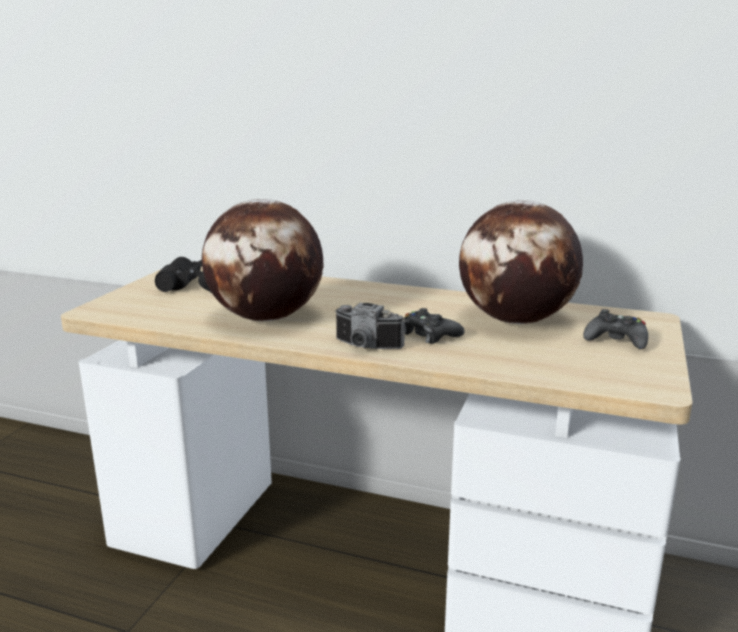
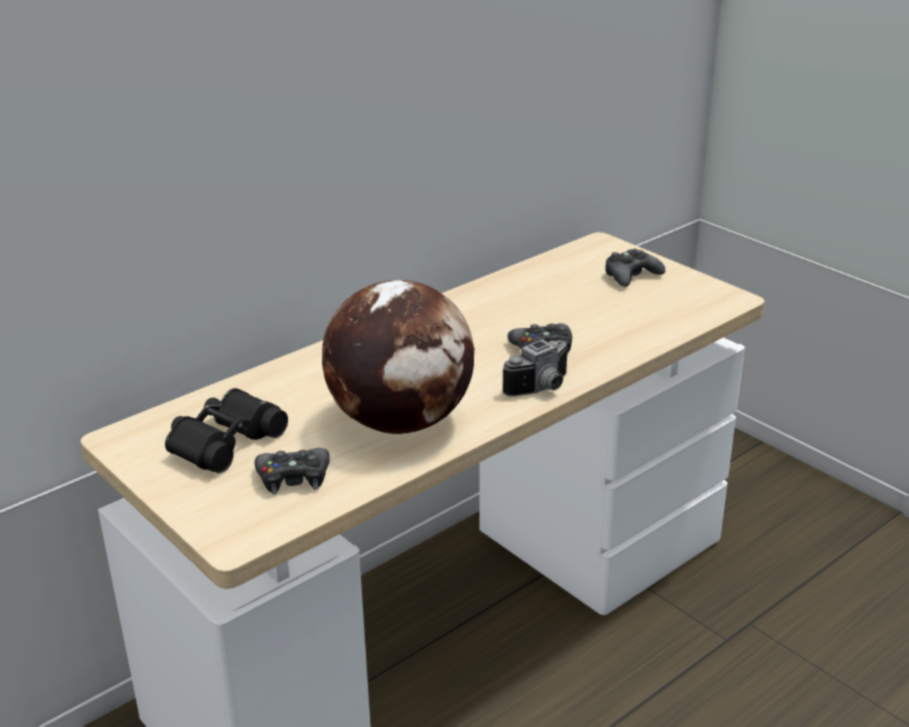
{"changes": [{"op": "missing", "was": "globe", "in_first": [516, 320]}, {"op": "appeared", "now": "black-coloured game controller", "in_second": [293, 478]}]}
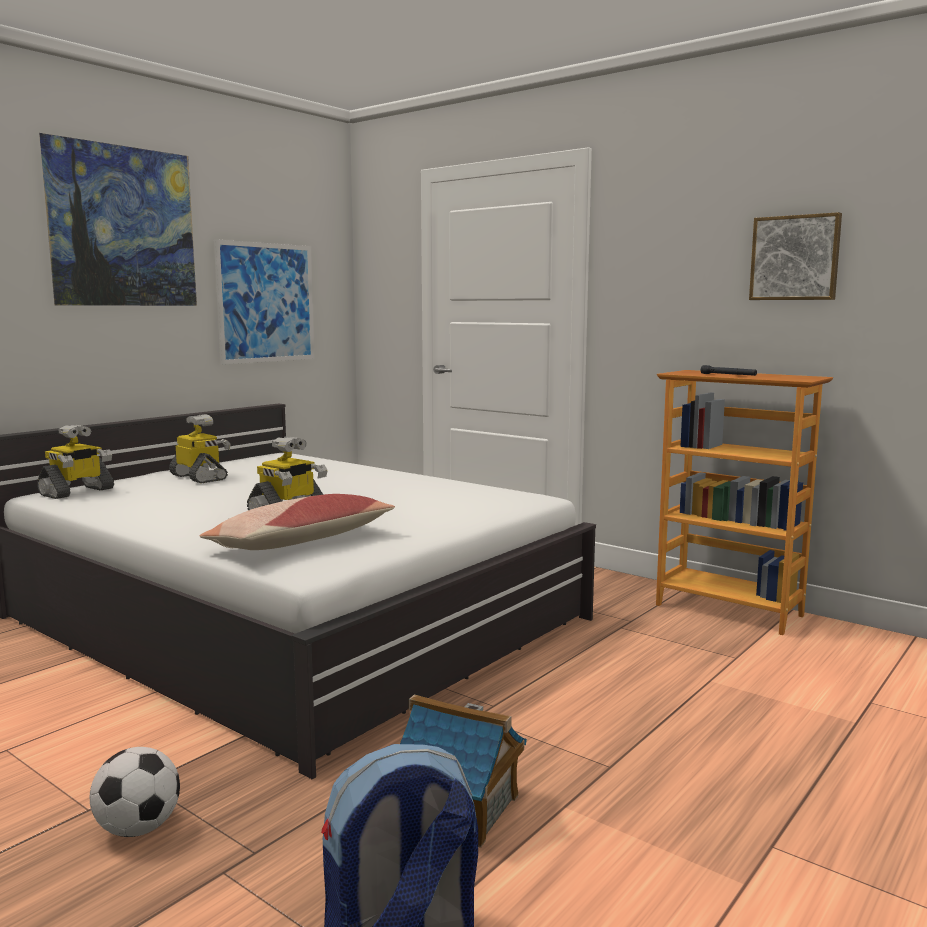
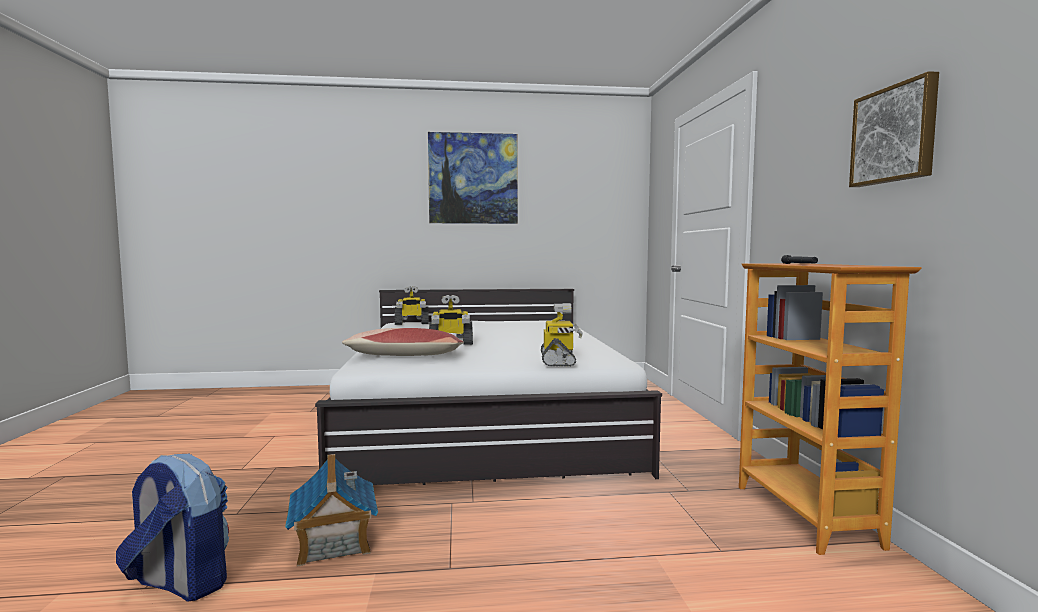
{"changes": [{"op": "missing", "was": "football ball", "in_first": [138, 828]}, {"op": "relocated", "was": "robot figure", "in_first": [200, 477], "in_second": [559, 361]}, {"op": "missing", "was": "wall picture", "in_first": [266, 303]}]}
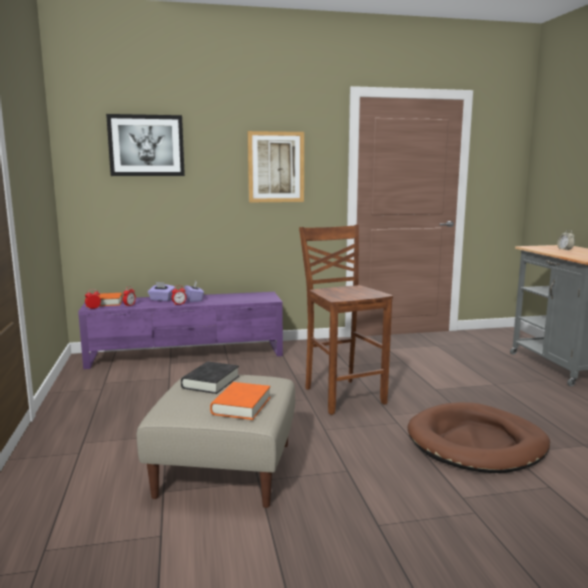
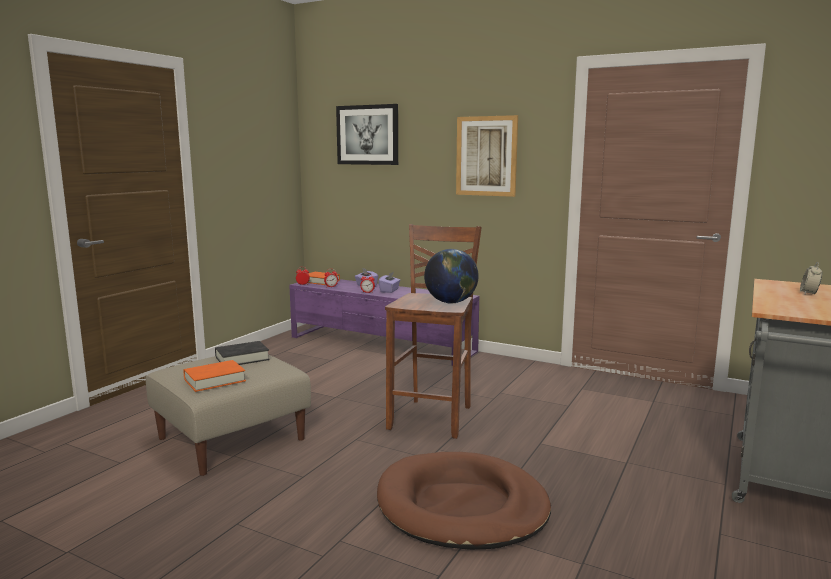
{"changes": [{"op": "appeared", "now": "globe", "in_second": [451, 302]}]}
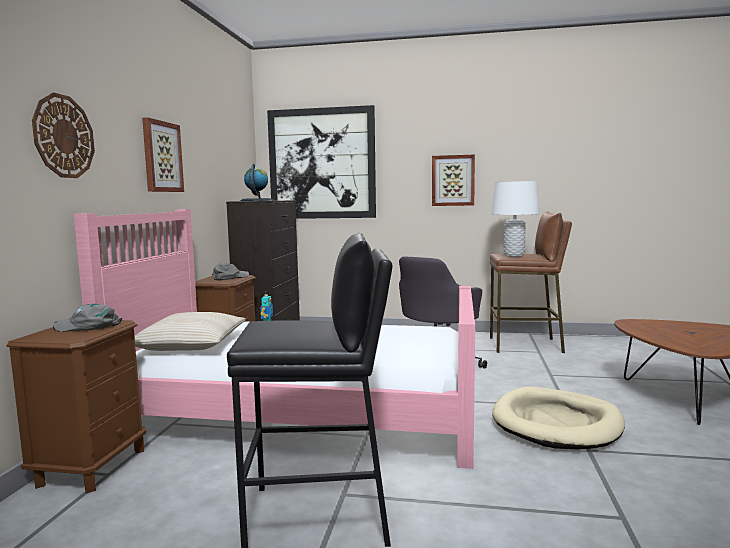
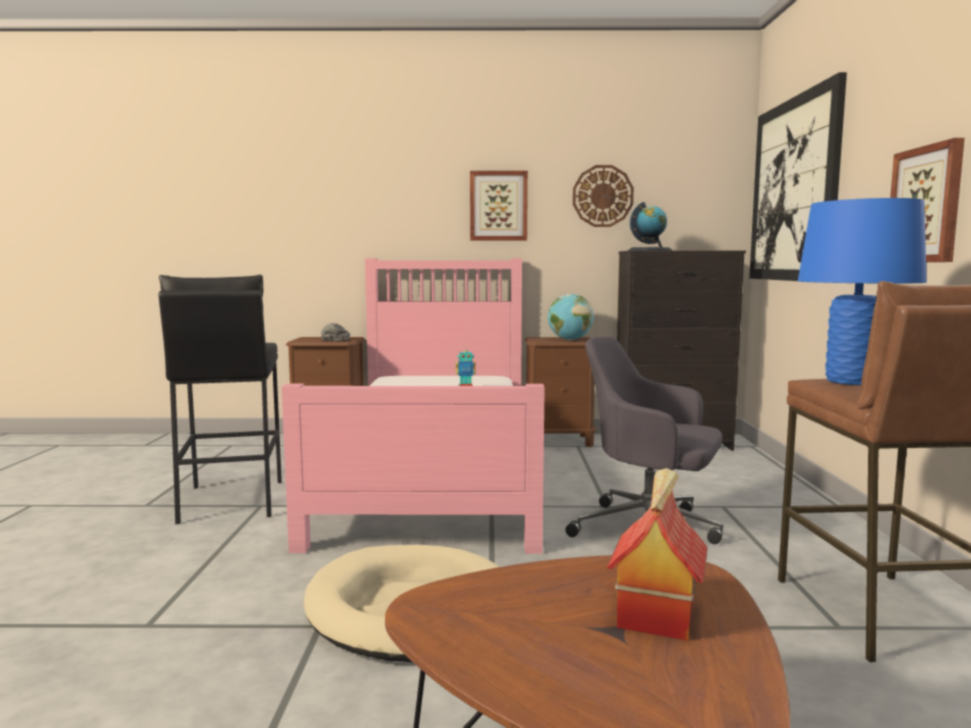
{"changes": [{"op": "relocated", "was": "wall clock", "in_first": [63, 136], "in_second": [602, 196]}, {"op": "missing", "was": "sand-coloured throw pillow", "in_first": [190, 344]}, {"op": "exchanged", "was": "grey baseball cap", "now": "globe", "in_first": [230, 277], "in_second": [569, 340]}, {"op": "colour", "was": "white lamp for a table", "now": "blue lamp for a table", "in_first": [514, 255], "in_second": [852, 381]}, {"op": "appeared", "now": "toy house", "in_second": [655, 613]}]}
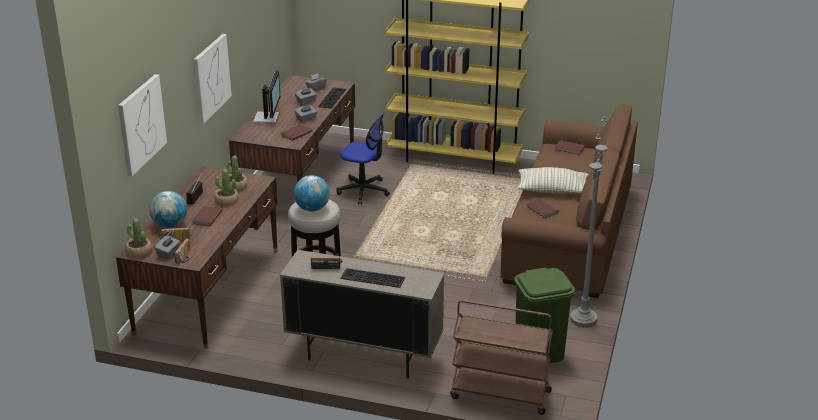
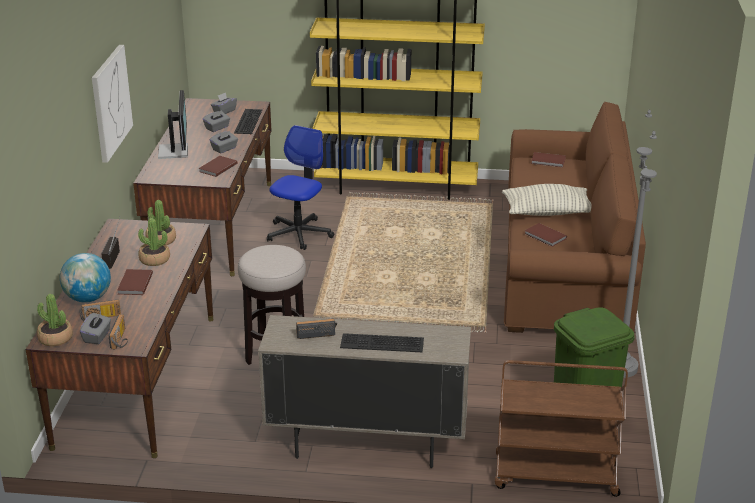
{"changes": [{"op": "missing", "was": "wall picture", "in_first": [141, 124]}, {"op": "missing", "was": "globe", "in_first": [312, 208]}, {"op": "spun", "was": "office chair", "in_first": [363, 191], "in_second": [299, 234], "clockwise": -75}]}
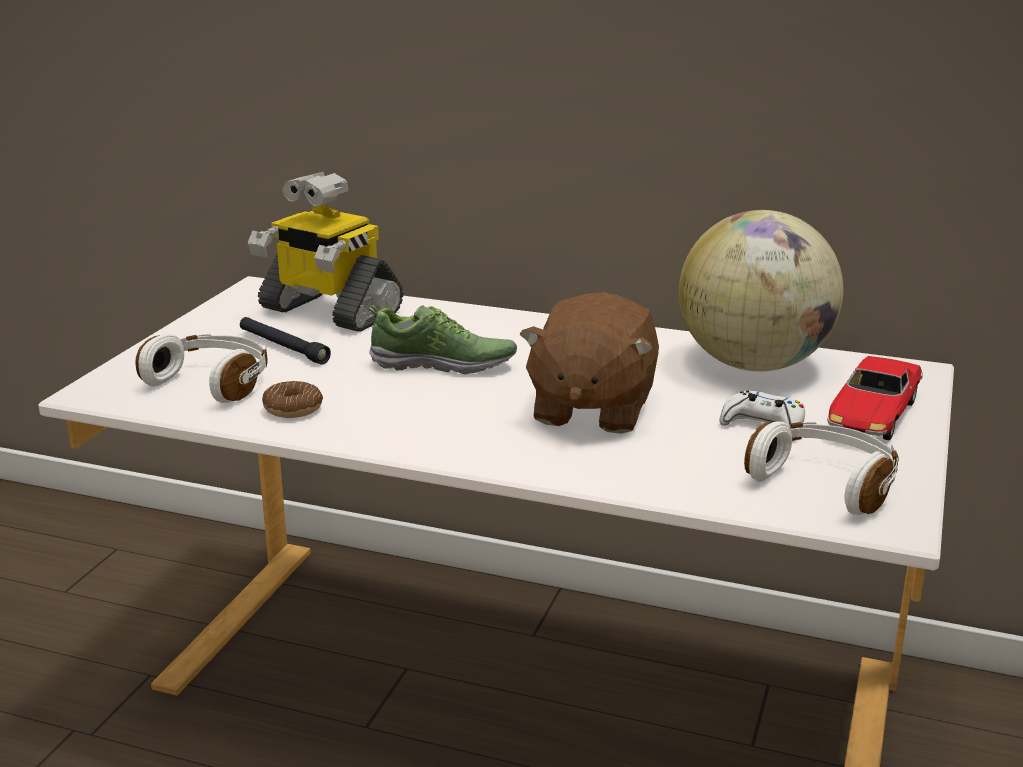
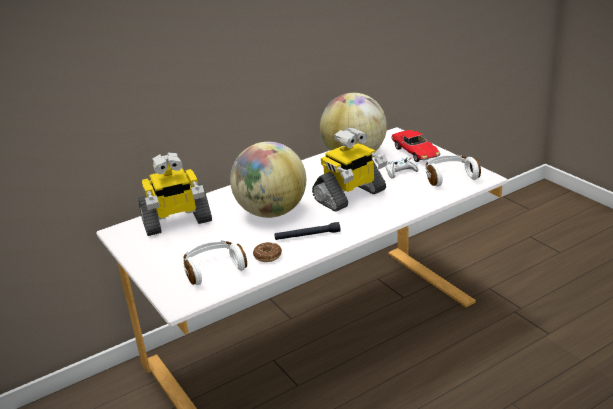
{"changes": [{"op": "relocated", "was": "black-coloured flashlight", "in_first": [283, 347], "in_second": [307, 235]}, {"op": "exchanged", "was": "low shoe", "now": "globe", "in_first": [443, 365], "in_second": [271, 212]}, {"op": "exchanged", "was": "brown-coloured soft toy", "now": "robot figure", "in_first": [591, 409], "in_second": [350, 196]}]}
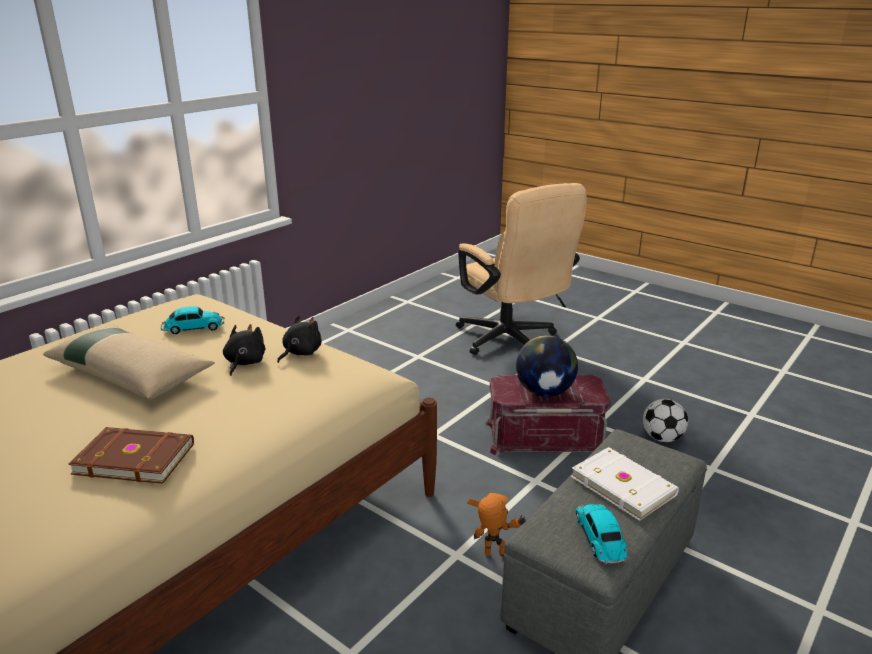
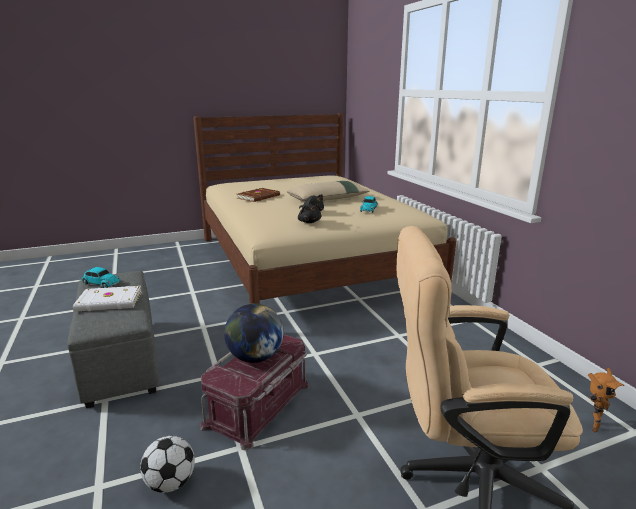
{"changes": [{"op": "relocated", "was": "robot figure", "in_first": [496, 558], "in_second": [592, 425]}]}
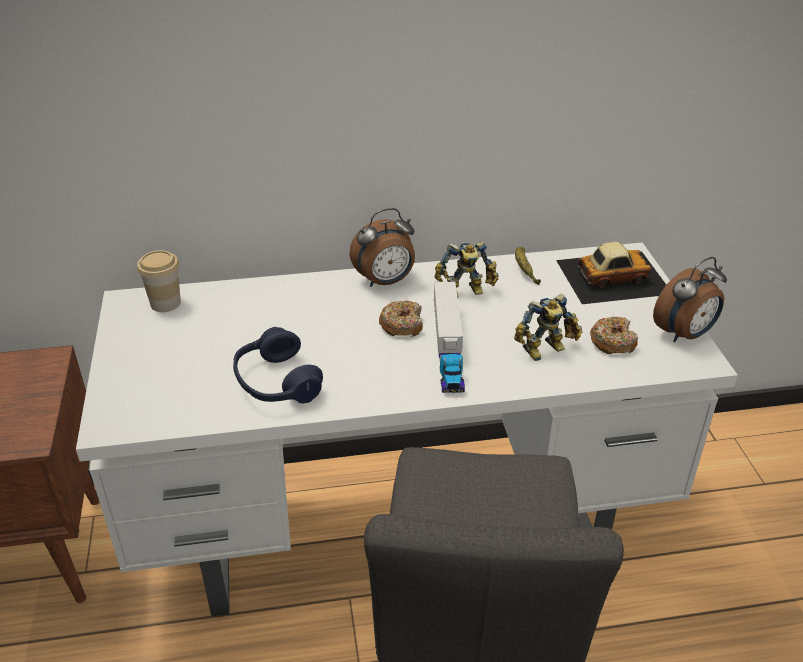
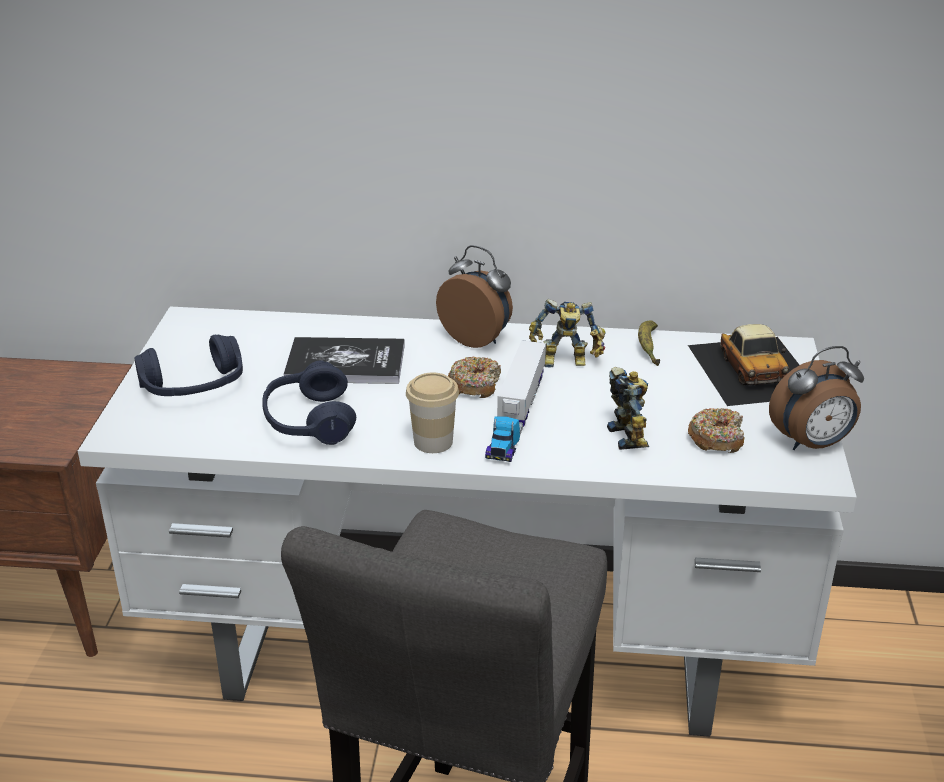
{"changes": [{"op": "relocated", "was": "small cup", "in_first": [165, 303], "in_second": [433, 442]}, {"op": "spun", "was": "bedside clock", "in_first": [385, 282], "in_second": [477, 338], "clockwise": -135}, {"op": "spun", "was": "robot figure", "in_first": [546, 350], "in_second": [630, 435], "clockwise": -90}, {"op": "spun", "was": "toy car", "in_first": [612, 276], "in_second": [754, 369], "clockwise": 75}, {"op": "appeared", "now": "blue headphones", "in_second": [194, 387]}, {"op": "appeared", "now": "bound book", "in_second": [345, 363]}]}
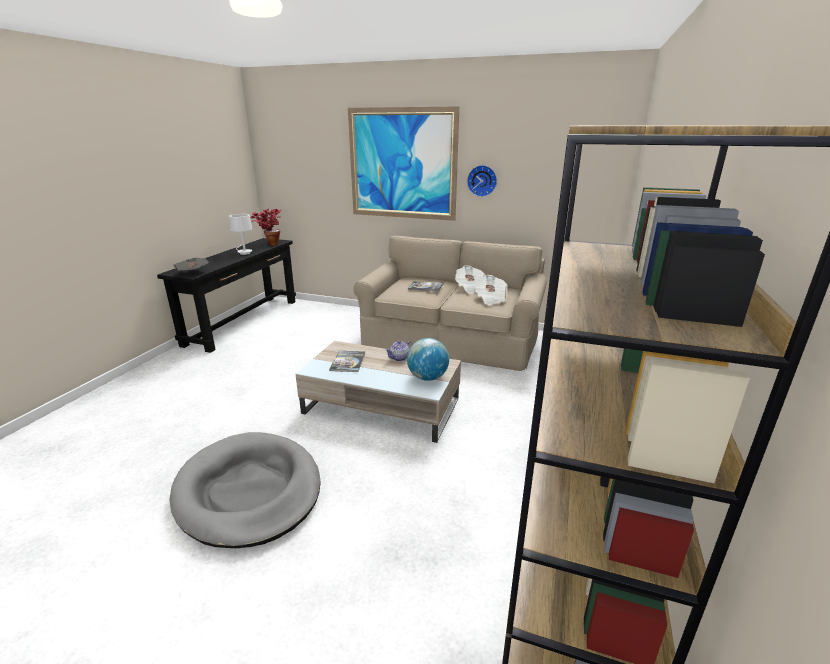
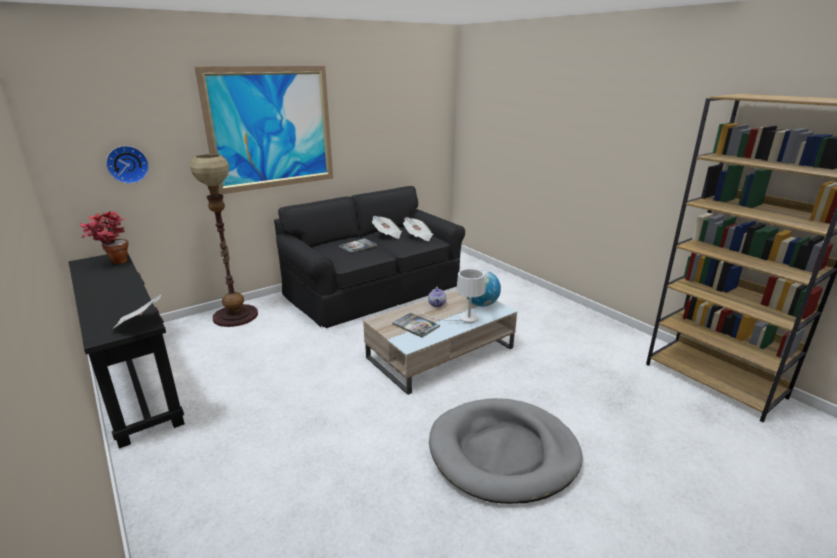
{"changes": [{"op": "relocated", "was": "white lamp for a table", "in_first": [244, 252], "in_second": [463, 320]}, {"op": "colour", "was": "sand-coloured couch", "now": "black-coloured couch", "in_first": [451, 338], "in_second": [374, 289]}, {"op": "relocated", "was": "wall clock", "in_first": [482, 180], "in_second": [127, 164]}, {"op": "appeared", "now": "standing lamp", "in_second": [235, 316]}]}
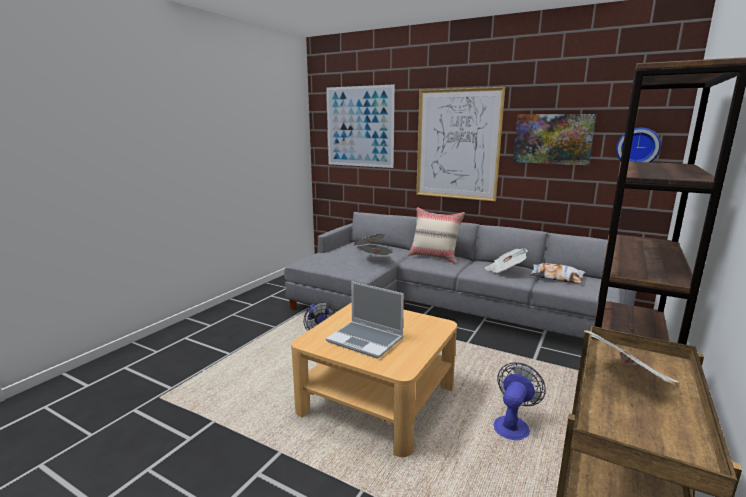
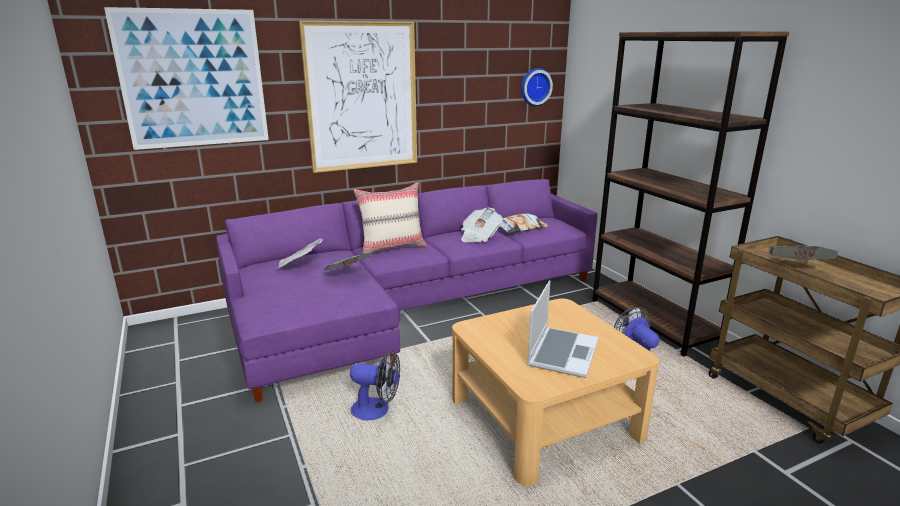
{"changes": [{"op": "colour", "was": "grey couch", "now": "purplish couch", "in_first": [438, 305], "in_second": [405, 305]}, {"op": "spun", "was": "laptop", "in_first": [366, 340], "in_second": [562, 352], "clockwise": -45}, {"op": "missing", "was": "wall picture", "in_first": [552, 139]}]}
